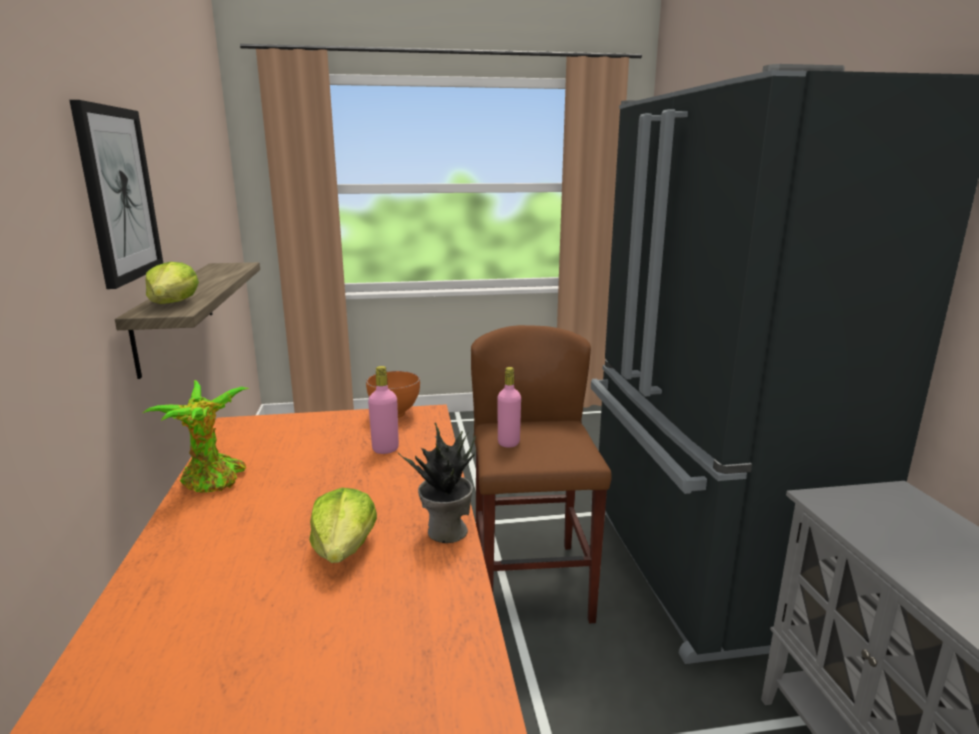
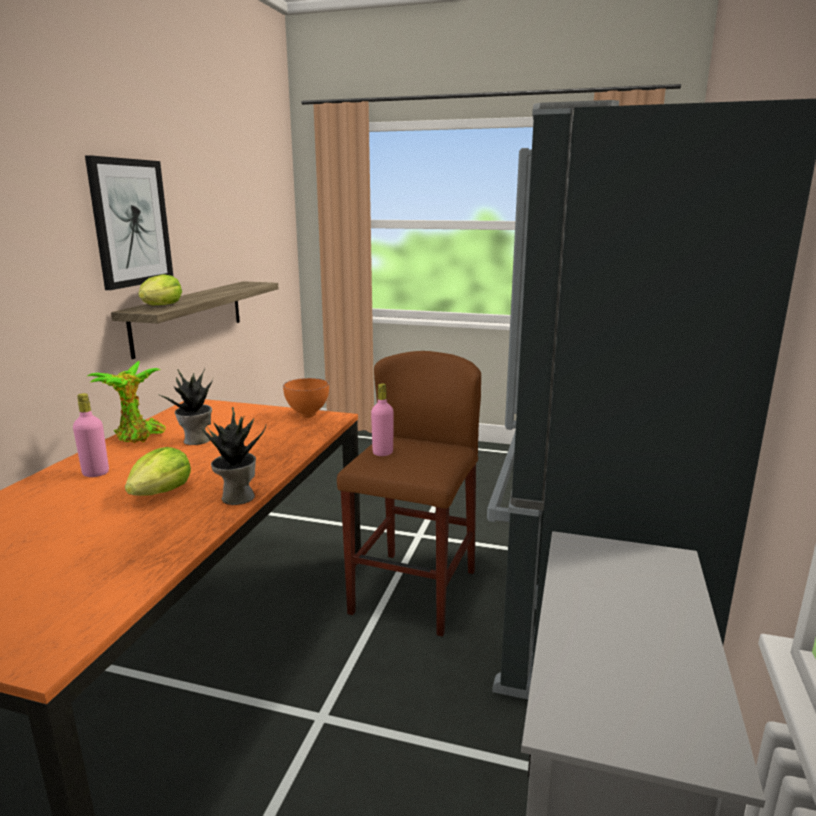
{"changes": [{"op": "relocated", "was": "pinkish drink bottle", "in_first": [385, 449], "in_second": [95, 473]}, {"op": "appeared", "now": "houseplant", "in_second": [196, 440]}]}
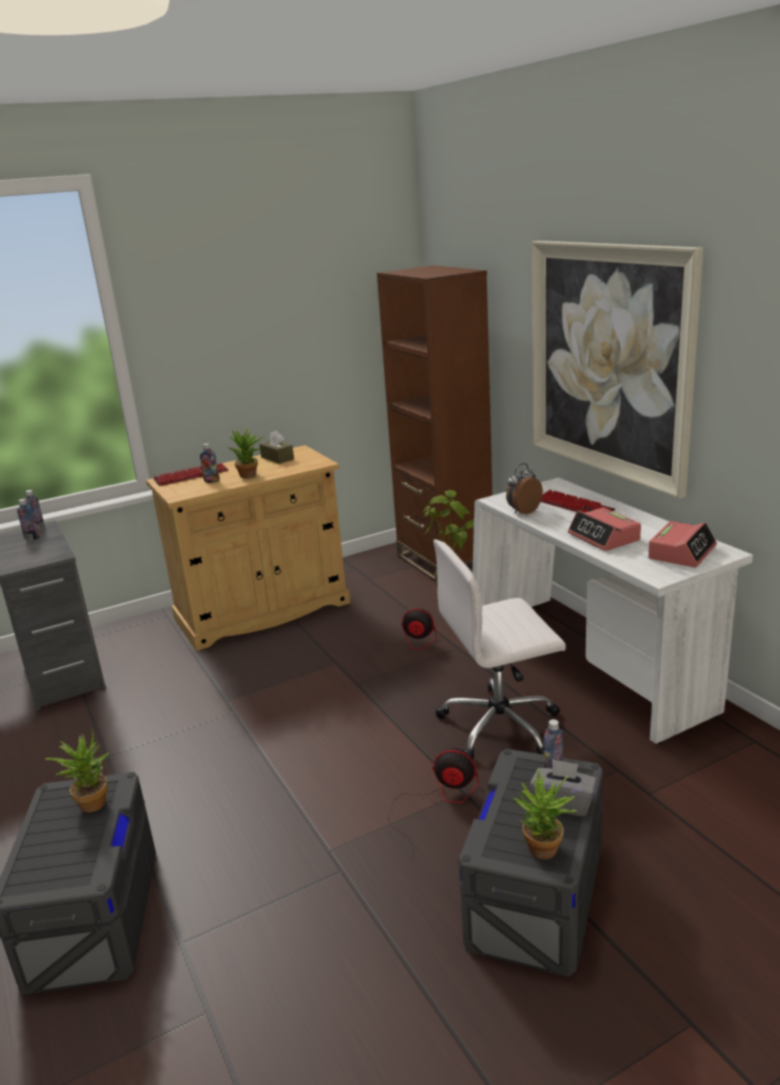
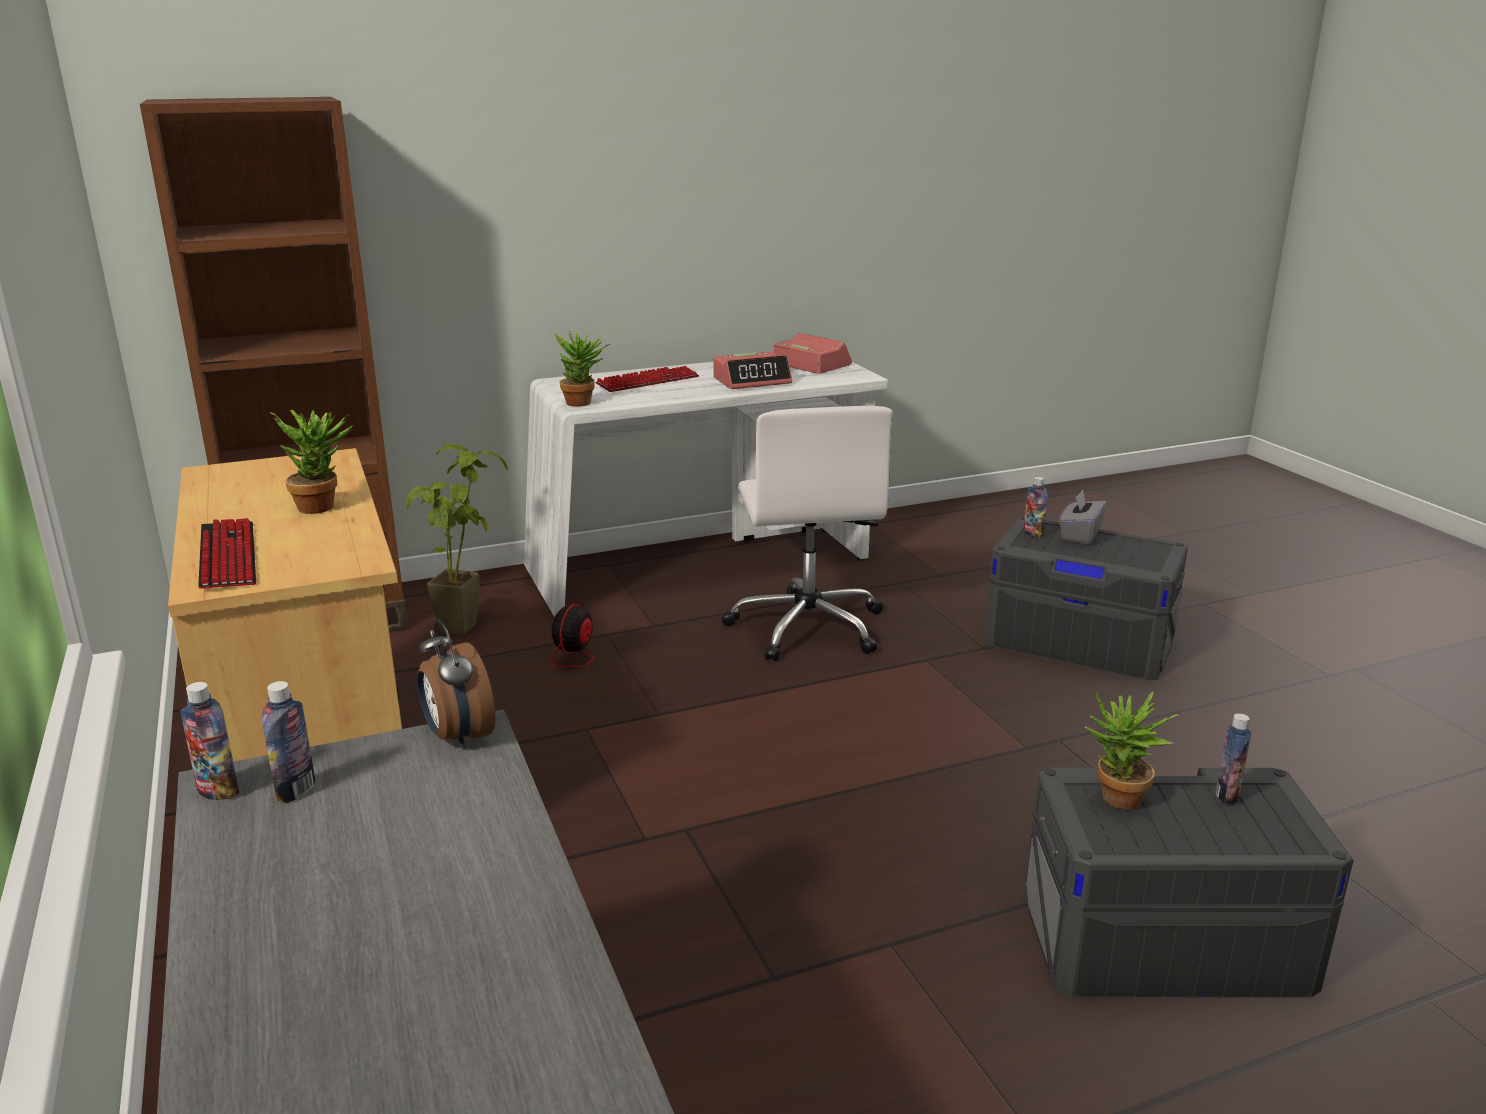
{"changes": [{"op": "relocated", "was": "drink bottle", "in_first": [211, 481], "in_second": [1226, 795]}, {"op": "missing", "was": "brown-coloured tissue box", "in_first": [277, 458]}, {"op": "missing", "was": "fan", "in_first": [438, 802]}, {"op": "relocated", "was": "bedside clock", "in_first": [522, 511], "in_second": [457, 736]}, {"op": "relocated", "was": "houseplant", "in_first": [544, 853], "in_second": [583, 403]}, {"op": "missing", "was": "wall picture", "in_first": [608, 361]}]}
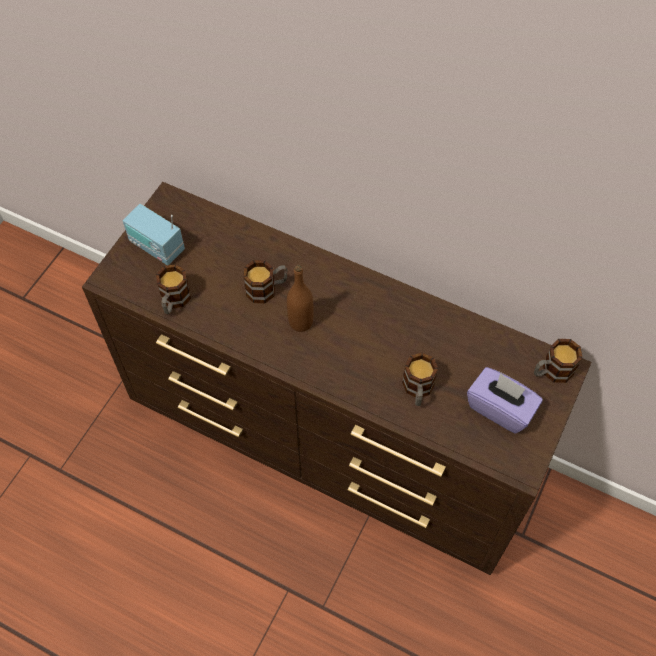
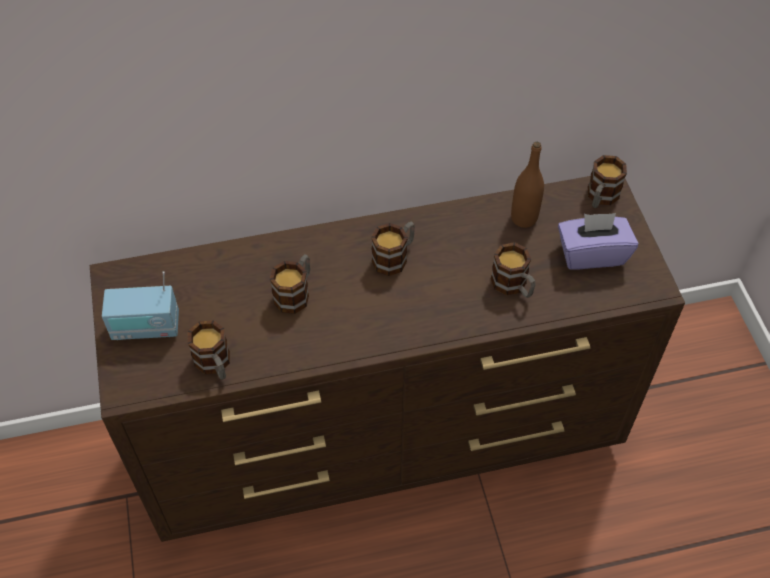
{"changes": [{"op": "relocated", "was": "brown-coloured drink bottle", "in_first": [300, 322], "in_second": [524, 218]}, {"op": "appeared", "now": "coffee mug", "in_second": [395, 257]}]}
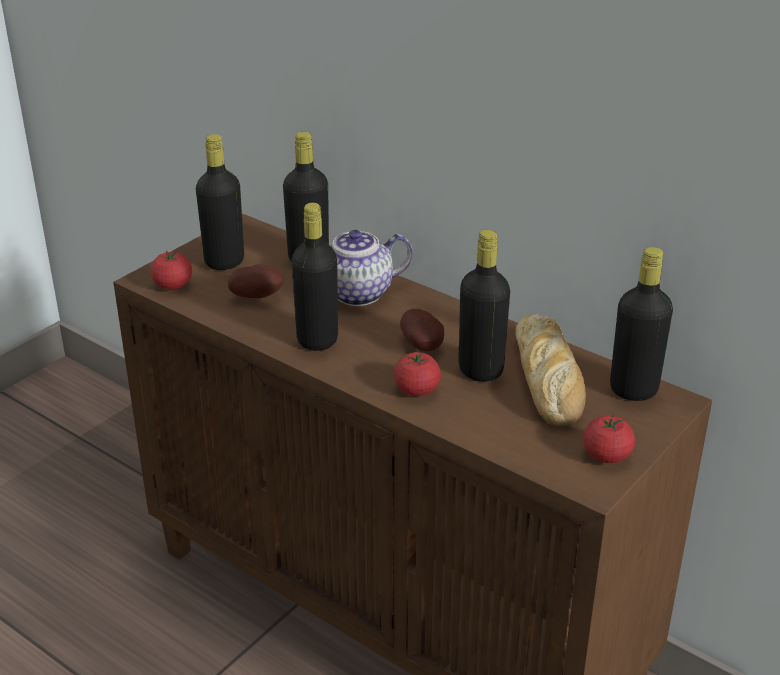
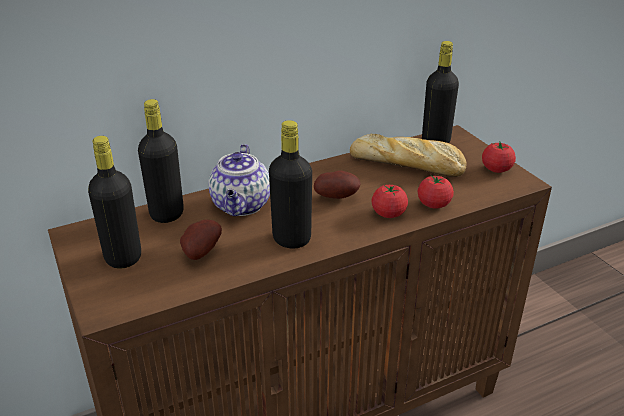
{"changes": [{"op": "relocated", "was": "tomato", "in_first": [173, 285], "in_second": [434, 204]}, {"op": "missing", "was": "black-coloured drink bottle", "in_first": [480, 370]}]}
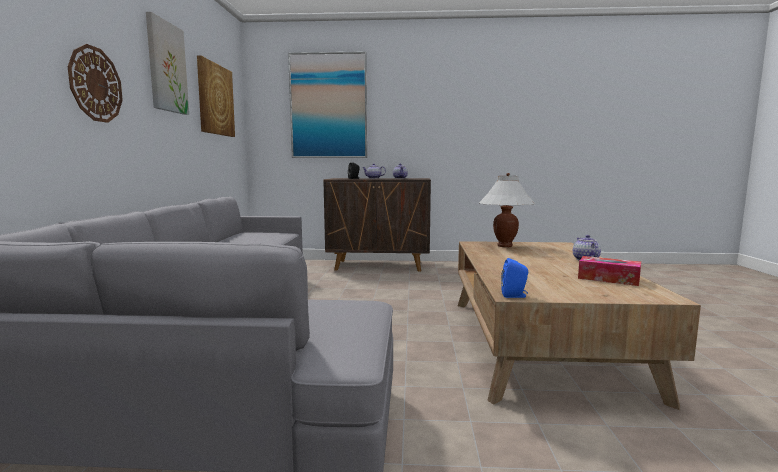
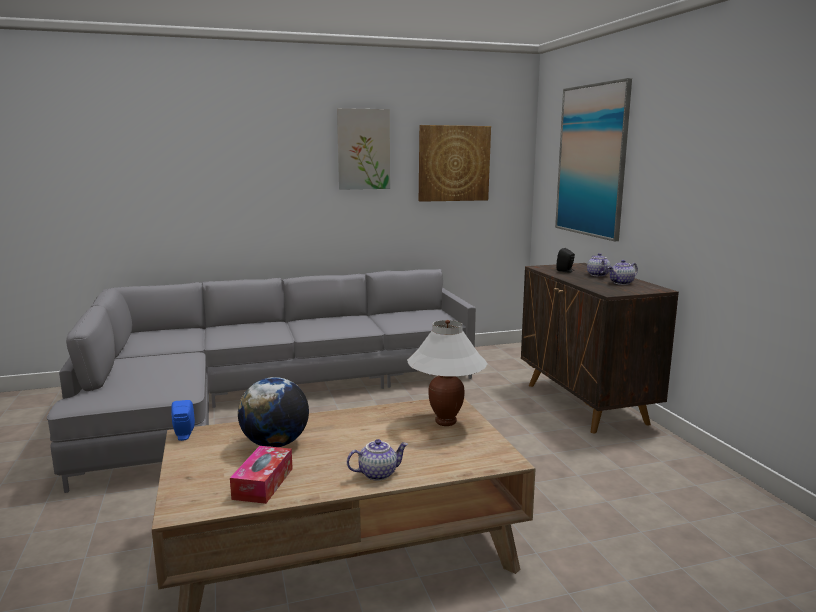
{"changes": [{"op": "missing", "was": "wall clock", "in_first": [95, 84]}, {"op": "appeared", "now": "globe", "in_second": [275, 444]}]}
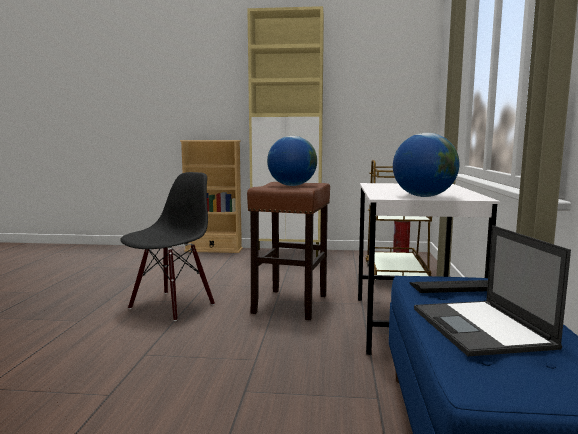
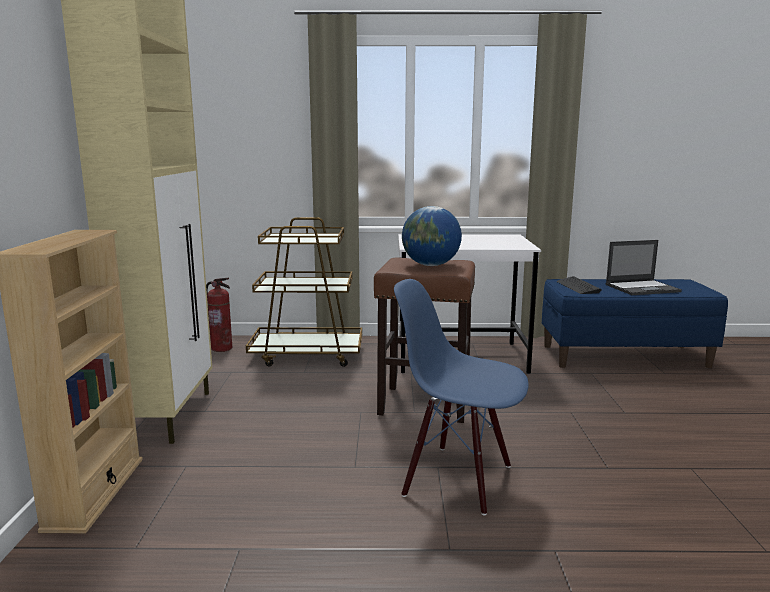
{"changes": [{"op": "colour", "was": "black-coloured upright chair", "now": "blue upright chair", "in_first": [171, 306], "in_second": [458, 479]}, {"op": "missing", "was": "globe", "in_first": [423, 196]}]}
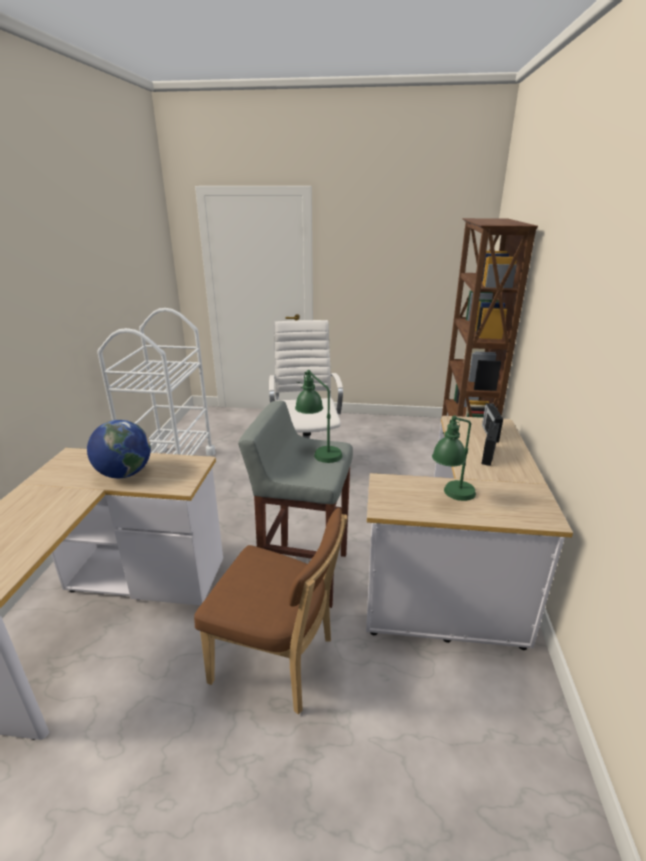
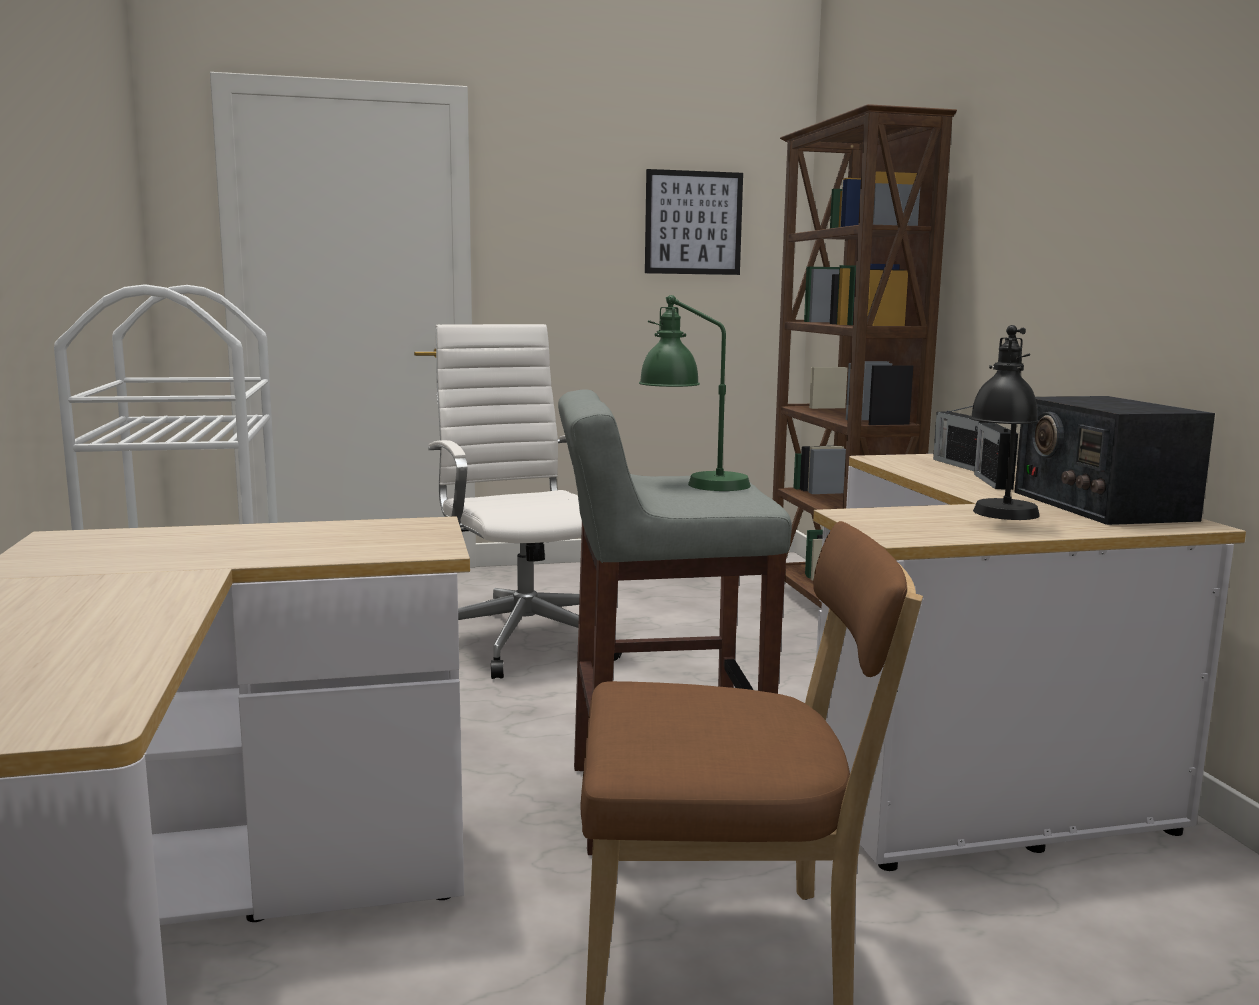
{"changes": [{"op": "missing", "was": "globe", "in_first": [124, 474]}, {"op": "colour", "was": "green lamp for a table", "now": "black-coloured lamp for a table", "in_first": [451, 497], "in_second": [1001, 518]}, {"op": "appeared", "now": "wall picture", "in_second": [693, 223]}, {"op": "appeared", "now": "radio", "in_second": [1100, 505]}]}
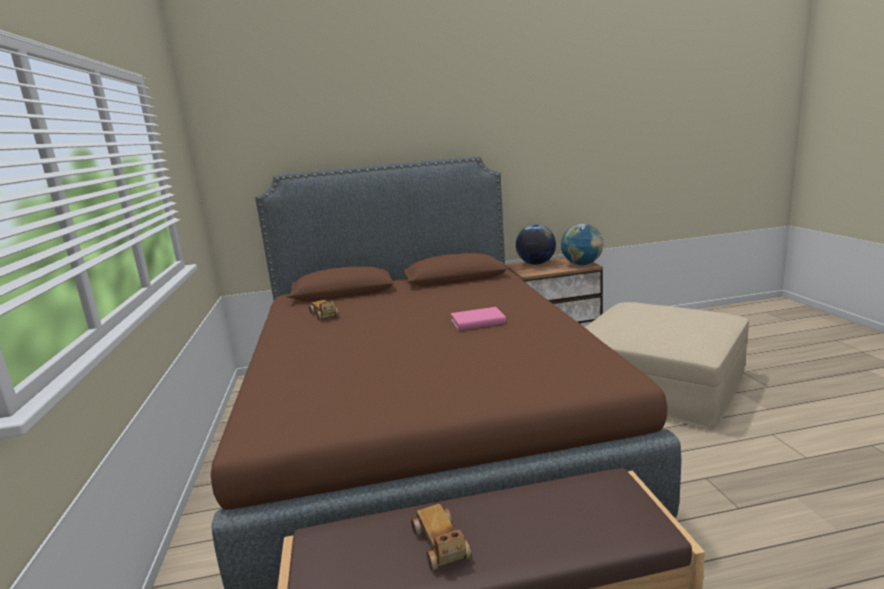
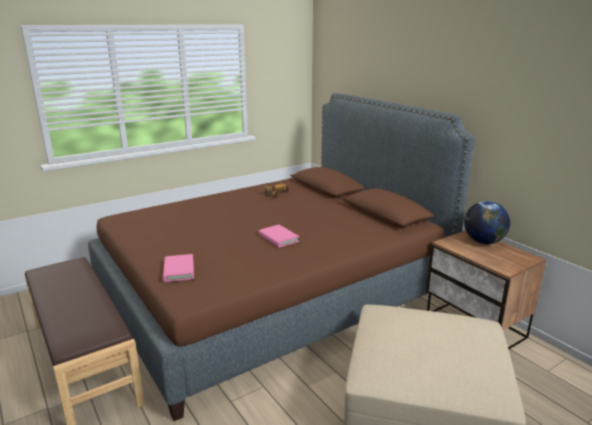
{"changes": [{"op": "missing", "was": "toy car", "in_first": [441, 546]}, {"op": "missing", "was": "globe", "in_first": [582, 264]}, {"op": "appeared", "now": "pinkish bound book", "in_second": [178, 270]}]}
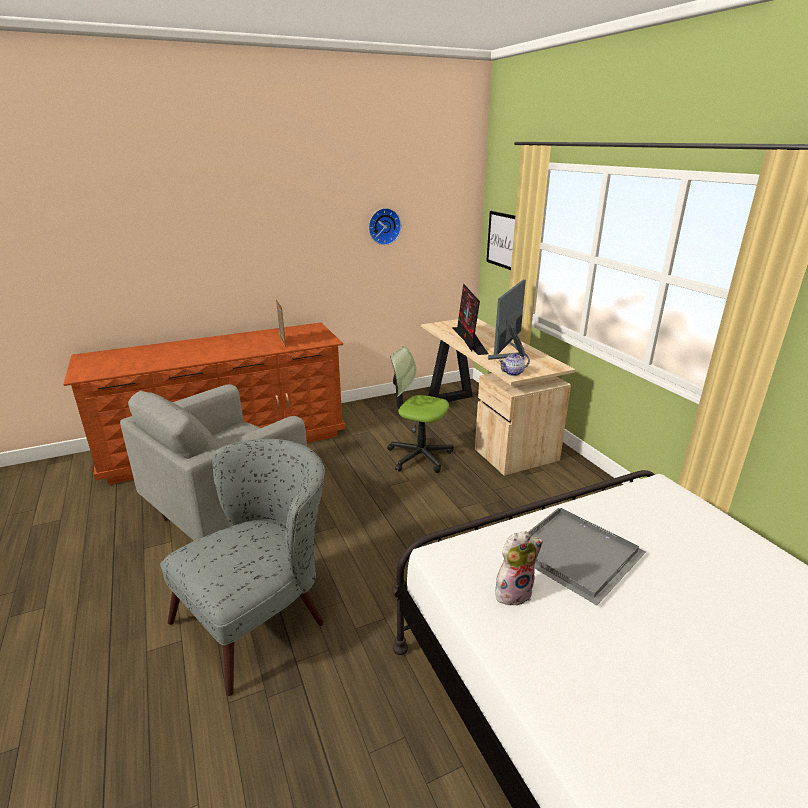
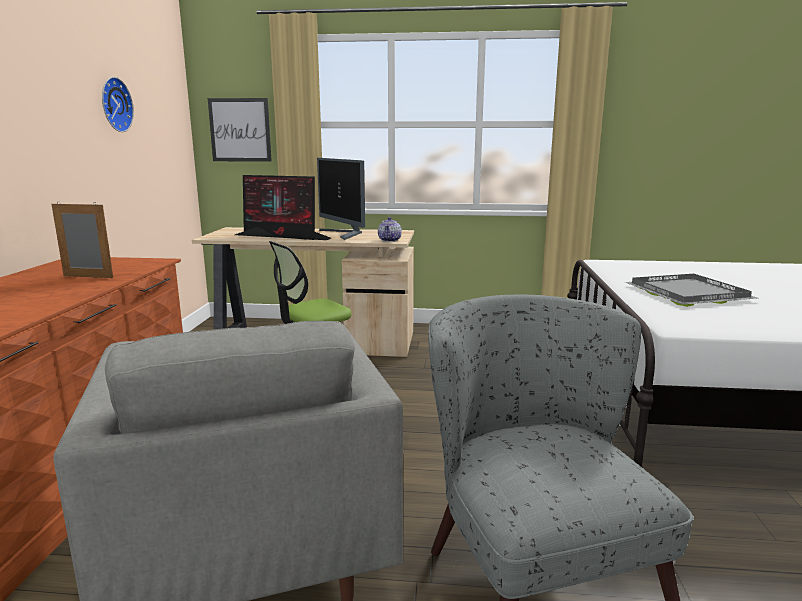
{"changes": [{"op": "missing", "was": "soft toy", "in_first": [513, 592]}]}
